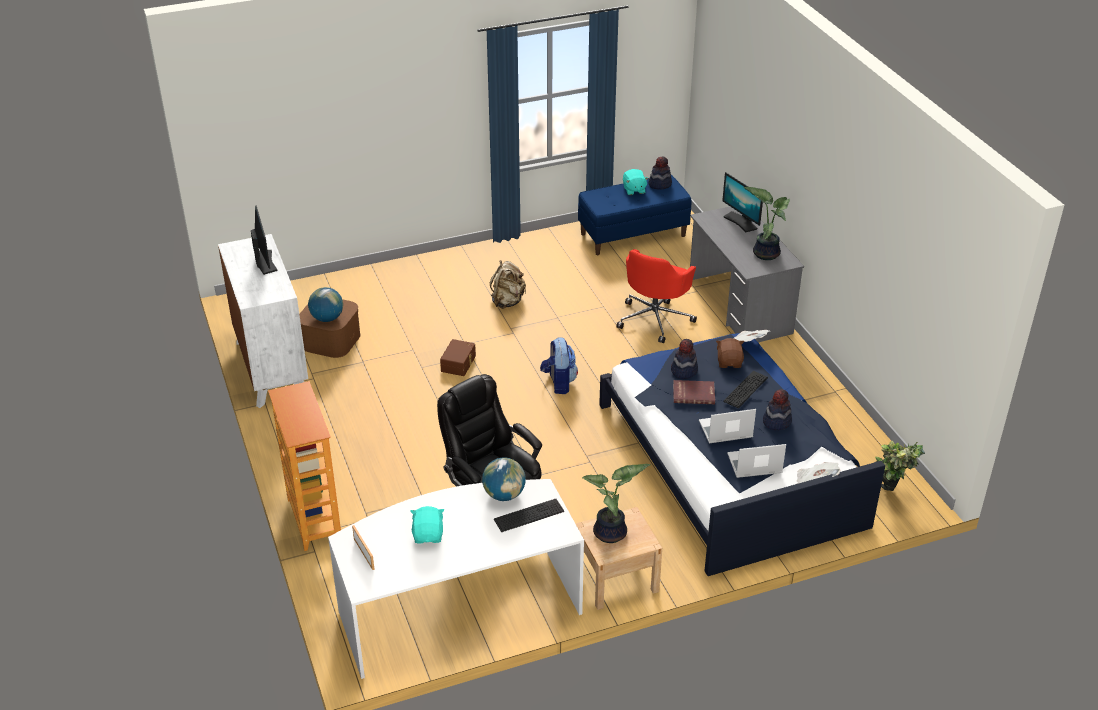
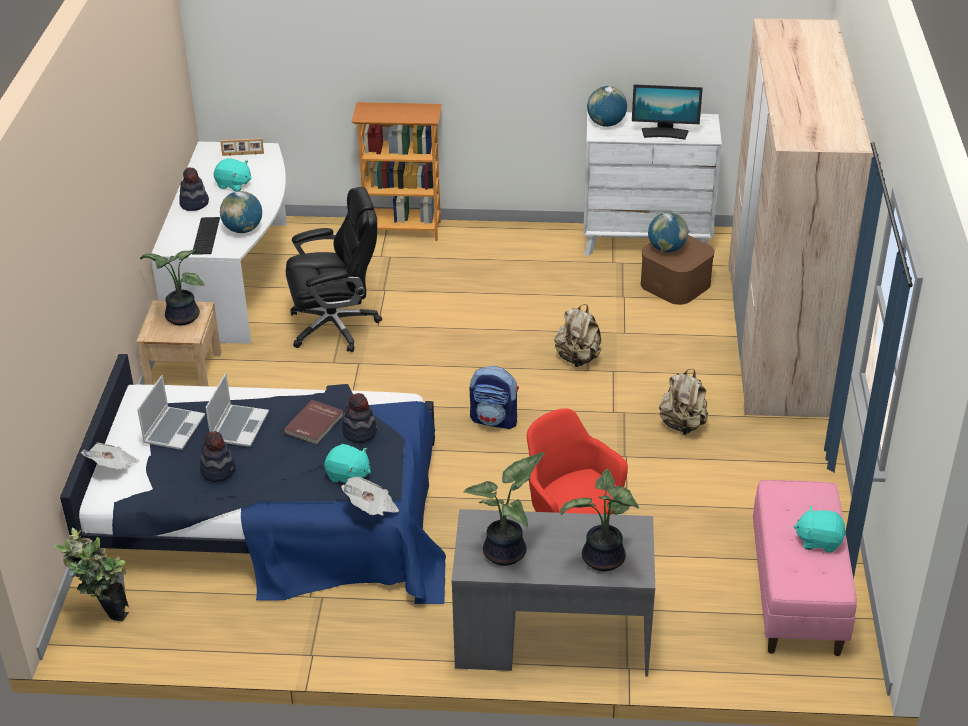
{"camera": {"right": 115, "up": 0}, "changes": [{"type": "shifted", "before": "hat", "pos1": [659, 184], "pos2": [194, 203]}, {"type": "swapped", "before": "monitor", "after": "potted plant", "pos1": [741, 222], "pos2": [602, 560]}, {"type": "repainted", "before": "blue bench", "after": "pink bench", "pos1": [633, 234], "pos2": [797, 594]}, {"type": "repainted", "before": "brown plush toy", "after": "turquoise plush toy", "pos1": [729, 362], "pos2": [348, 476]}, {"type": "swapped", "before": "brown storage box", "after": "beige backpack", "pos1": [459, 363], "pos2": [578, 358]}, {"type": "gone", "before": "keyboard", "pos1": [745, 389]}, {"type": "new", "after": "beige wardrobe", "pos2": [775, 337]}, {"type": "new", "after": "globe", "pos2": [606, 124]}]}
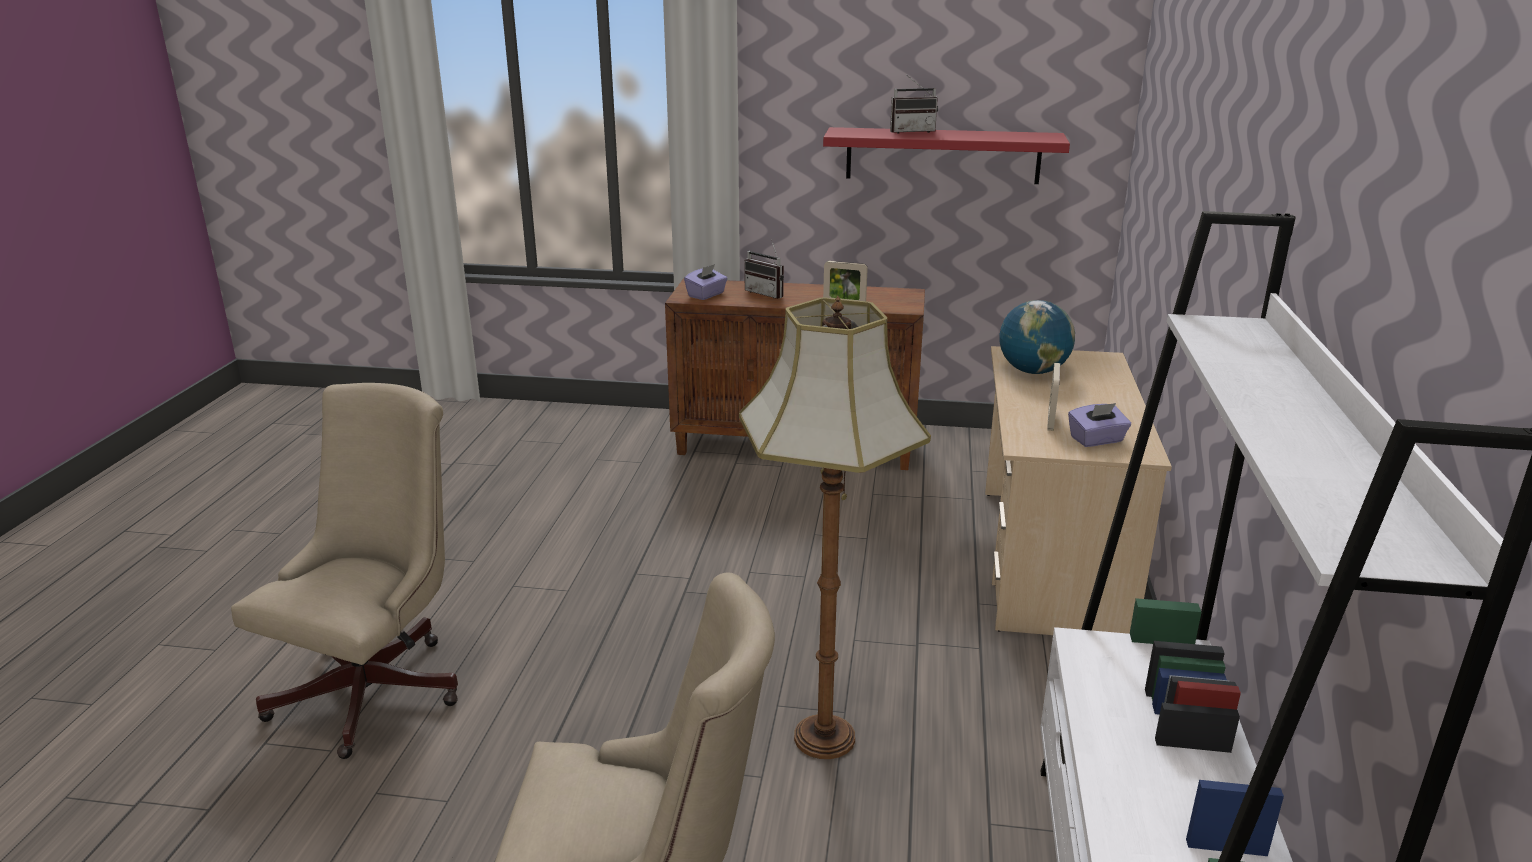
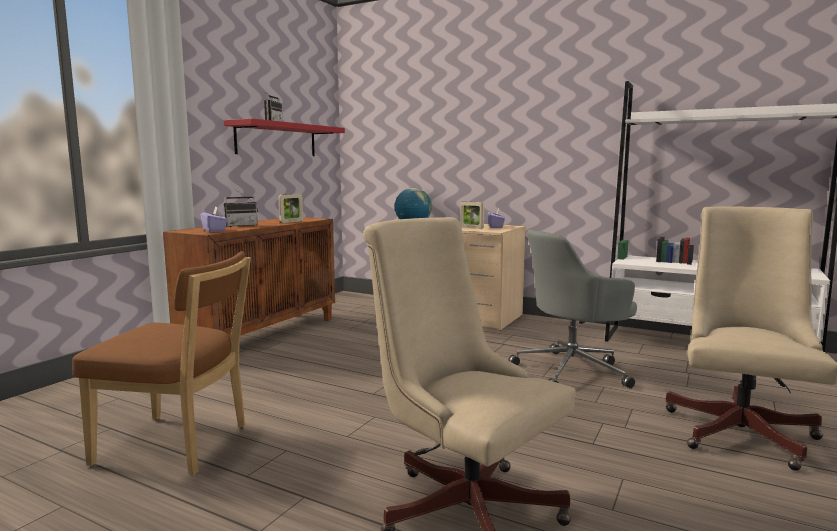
{"camera": {"right": -70, "up": -15}, "changes": [{"type": "swapped", "before": "floor lamp", "after": "grey office chair", "pos1": [822, 736], "pos2": [573, 371]}, {"type": "new", "after": "brown chair", "pos2": [179, 445]}]}
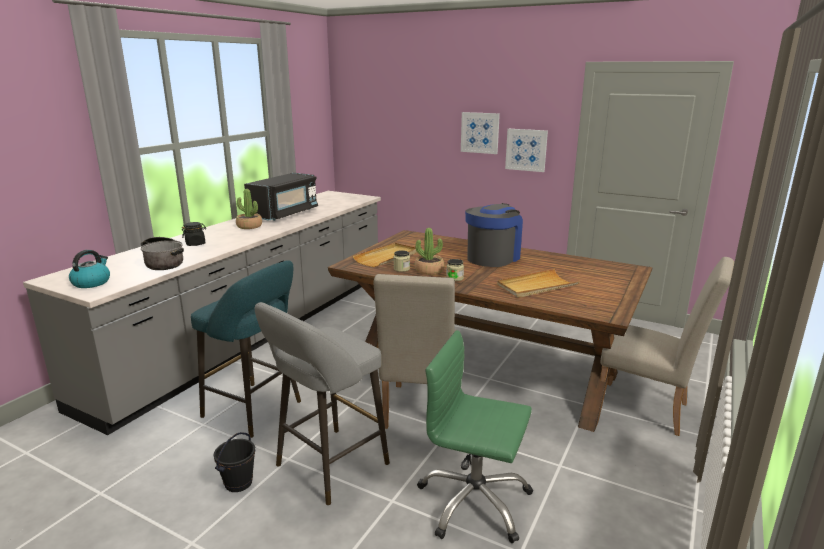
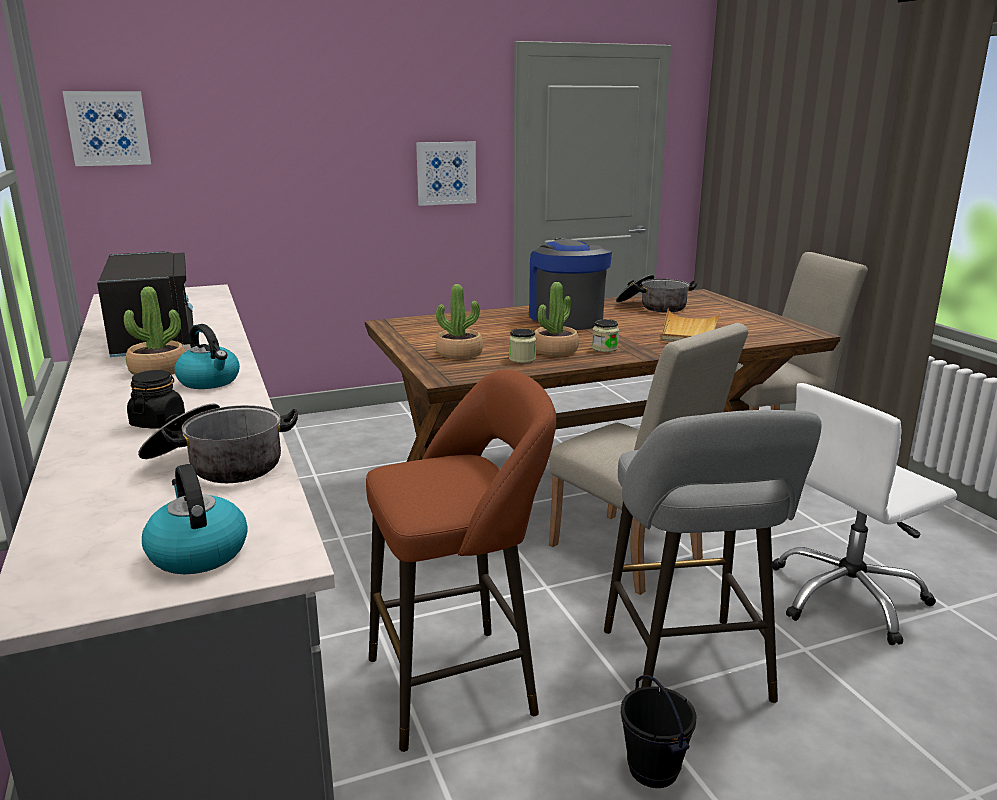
{"camera": {"right": -50, "up": 0}, "changes": [{"type": "shifted", "before": "picture", "pos1": [480, 132], "pos2": [108, 128]}, {"type": "swapped", "before": "beige tray", "after": "potted plant", "pos1": [387, 257], "pos2": [459, 353]}, {"type": "repainted", "before": "turquoise stool", "after": "brown stool", "pos1": [256, 410], "pos2": [461, 683]}, {"type": "repainted", "before": "green office chair", "after": "white office chair", "pos1": [474, 502], "pos2": [847, 597]}, {"type": "new", "after": "cooking pot", "pos2": [653, 306]}, {"type": "new", "after": "kettle", "pos2": [210, 381]}]}
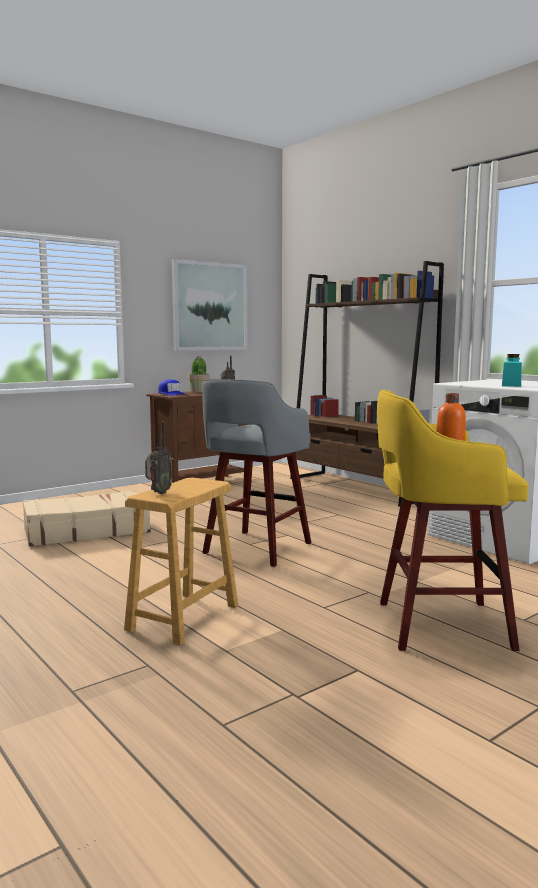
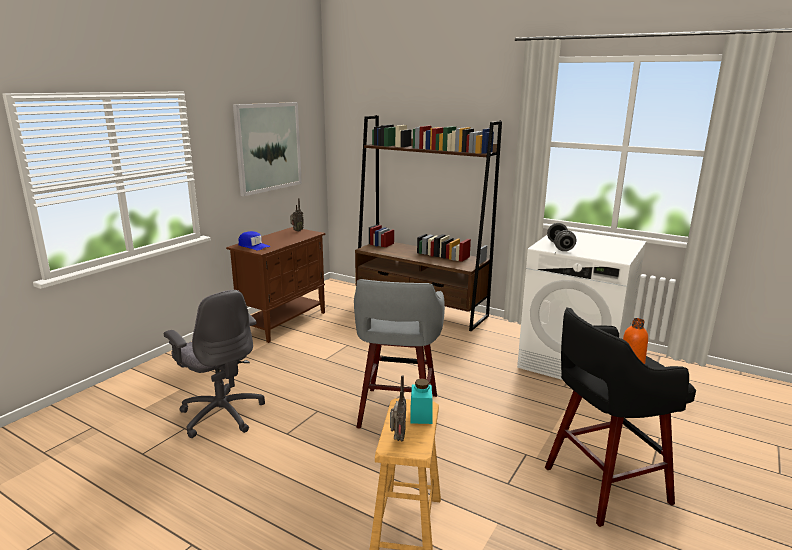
{"camera": {"right": -20, "up": 10}, "changes": [{"type": "shifted", "before": "turquoise jar", "pos1": [511, 385], "pos2": [421, 415]}, {"type": "gone", "before": "potted plant", "pos1": [199, 392]}, {"type": "repainted", "before": "yellow stool", "after": "black stool", "pos1": [438, 625], "pos2": [602, 486]}, {"type": "swapped", "before": "beige suitcase", "after": "grey office chair", "pos1": [86, 531], "pos2": [222, 414]}, {"type": "new", "after": "grey dumbbell", "pos2": [560, 246]}]}
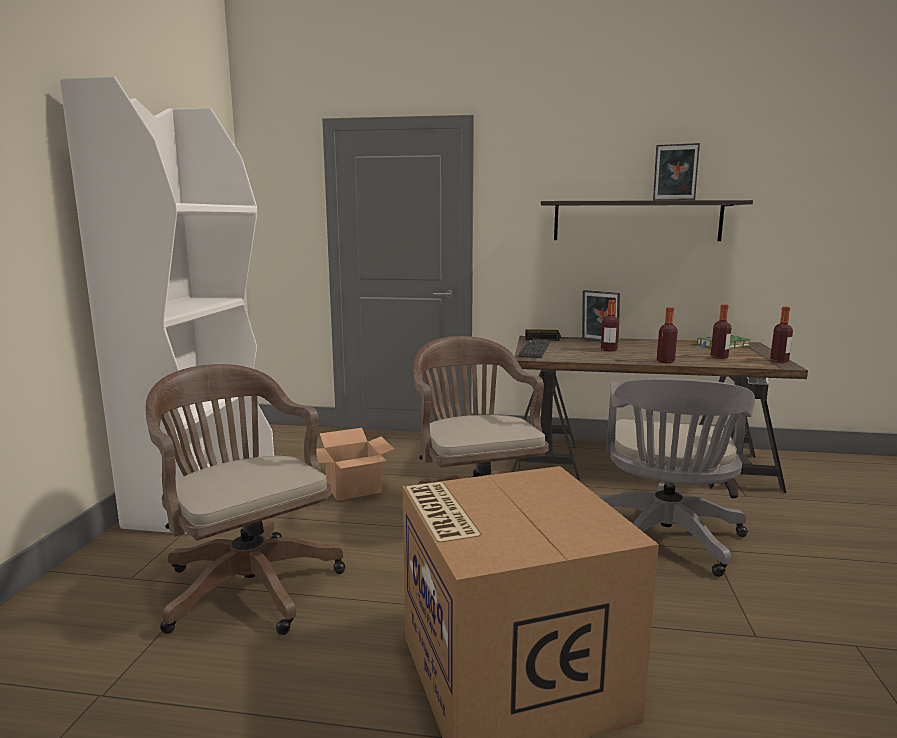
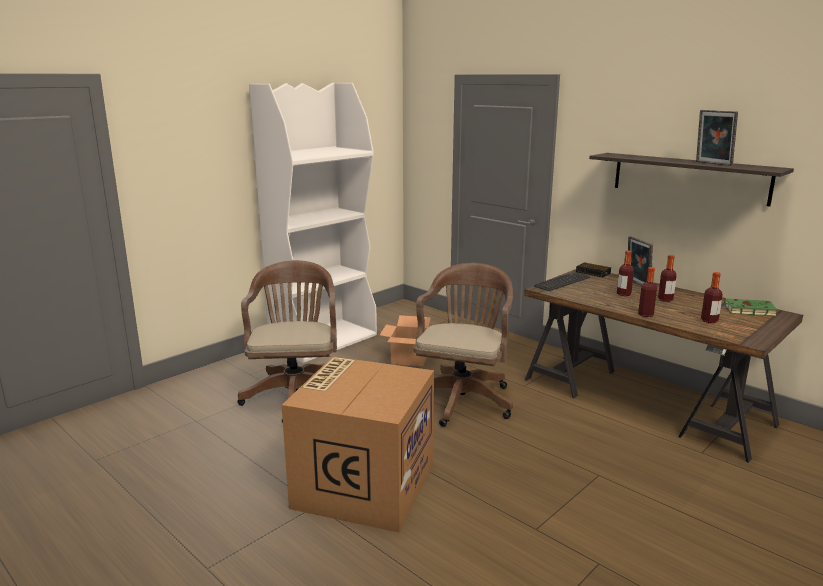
{"camera": {"right": 35, "up": 5}, "changes": [{"type": "shifted", "before": "bottle", "pos1": [779, 361], "pos2": [665, 299]}, {"type": "gone", "before": "grey office chair", "pos1": [666, 540]}]}
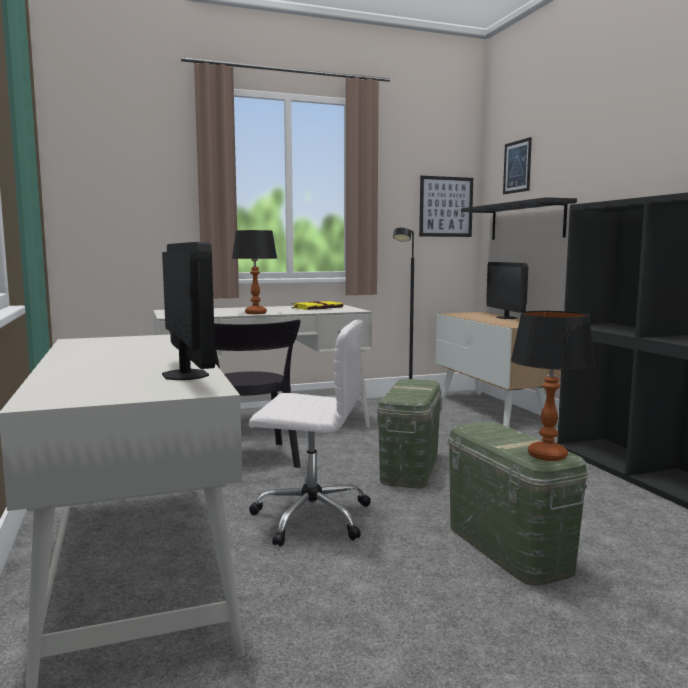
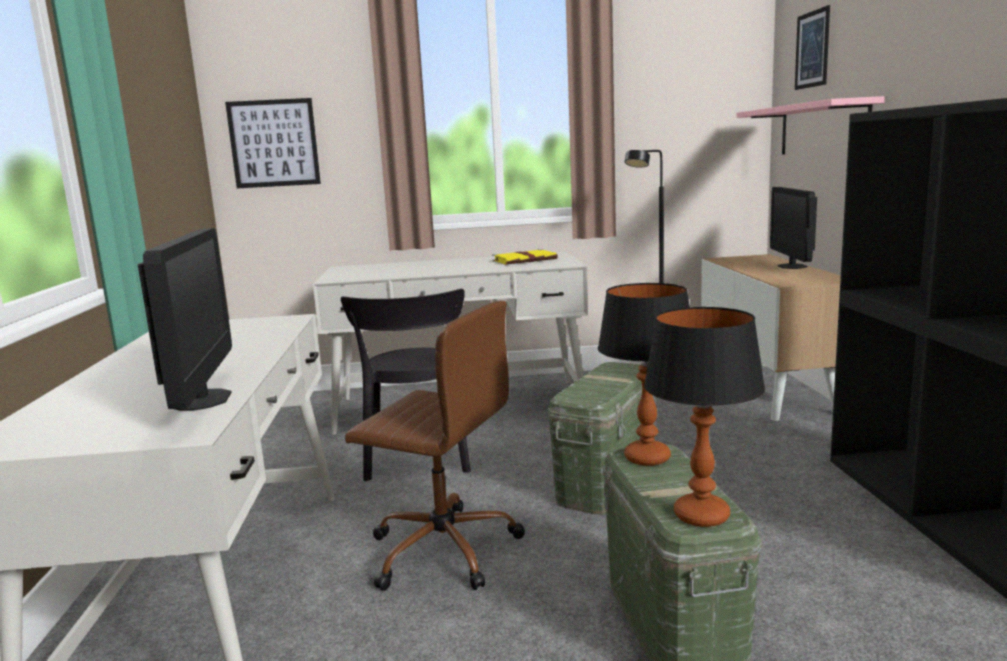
{"camera": {"right": 15, "up": 5}, "changes": [{"type": "shifted", "before": "picture", "pos1": [446, 207], "pos2": [274, 143]}, {"type": "repainted", "before": "black shelf", "after": "pink shelf", "pos1": [526, 221], "pos2": [822, 129]}, {"type": "shifted", "before": "table lamp", "pos1": [255, 313], "pos2": [647, 458]}, {"type": "repainted", "before": "white office chair", "after": "brown office chair", "pos1": [309, 517], "pos2": [441, 549]}]}
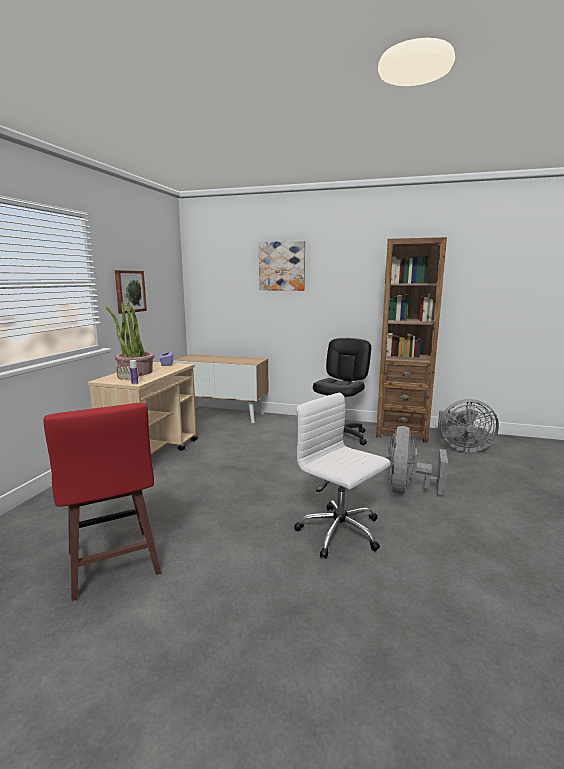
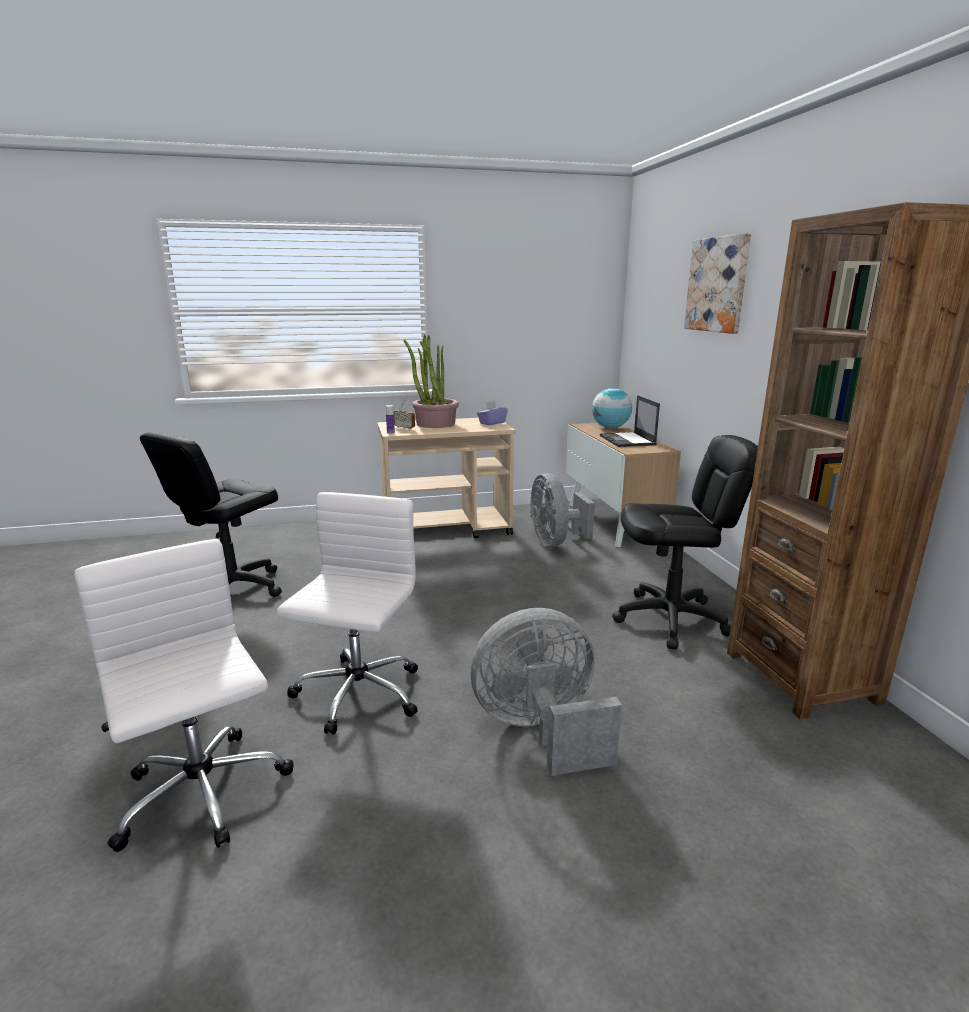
{"camera": {"right": 60, "up": 5}, "changes": [{"type": "gone", "before": "picture", "pos1": [129, 291]}, {"type": "shifted", "before": "grey fan", "pos1": [462, 448], "pos2": [555, 542]}, {"type": "swapped", "before": "red stool", "after": "black office chair", "pos1": [112, 565], "pos2": [231, 589]}, {"type": "new", "after": "globe", "pos2": [610, 427]}, {"type": "new", "after": "laptop", "pos2": [627, 440]}, {"type": "new", "after": "white office chair", "pos2": [203, 795]}]}
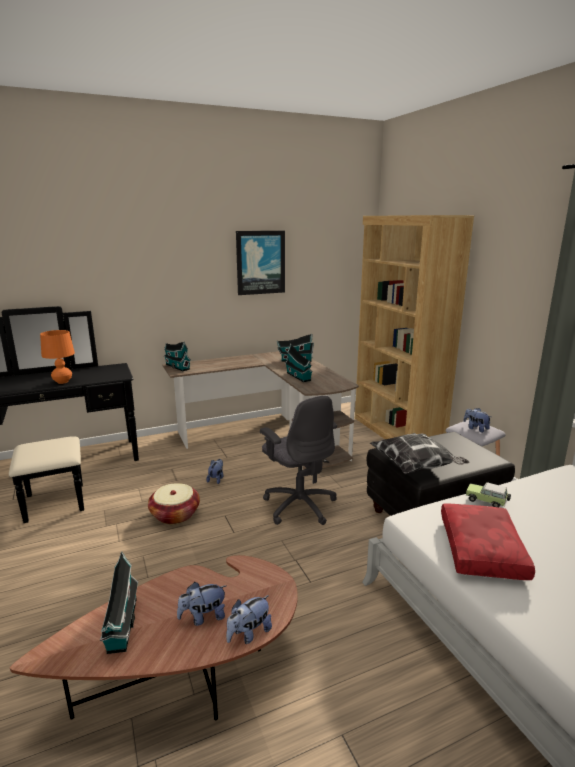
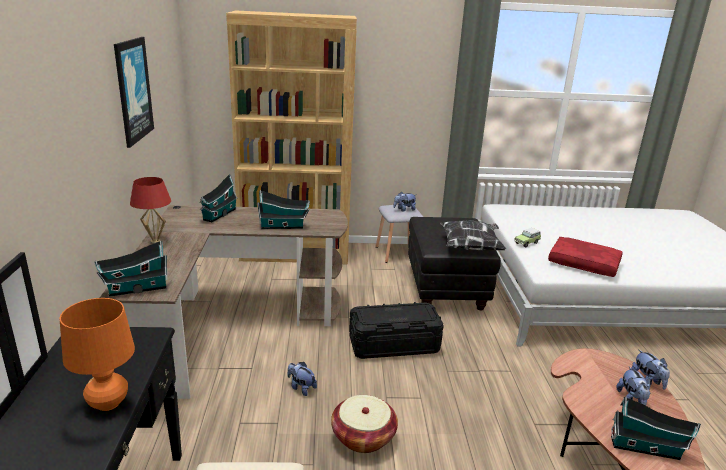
{"camera": {"right": -70, "up": 5}, "changes": [{"type": "swapped", "before": "grey office chair", "after": "black storage box", "pos1": [299, 505], "pos2": [394, 345]}, {"type": "new", "after": "red table lamp", "pos2": [155, 241]}]}
